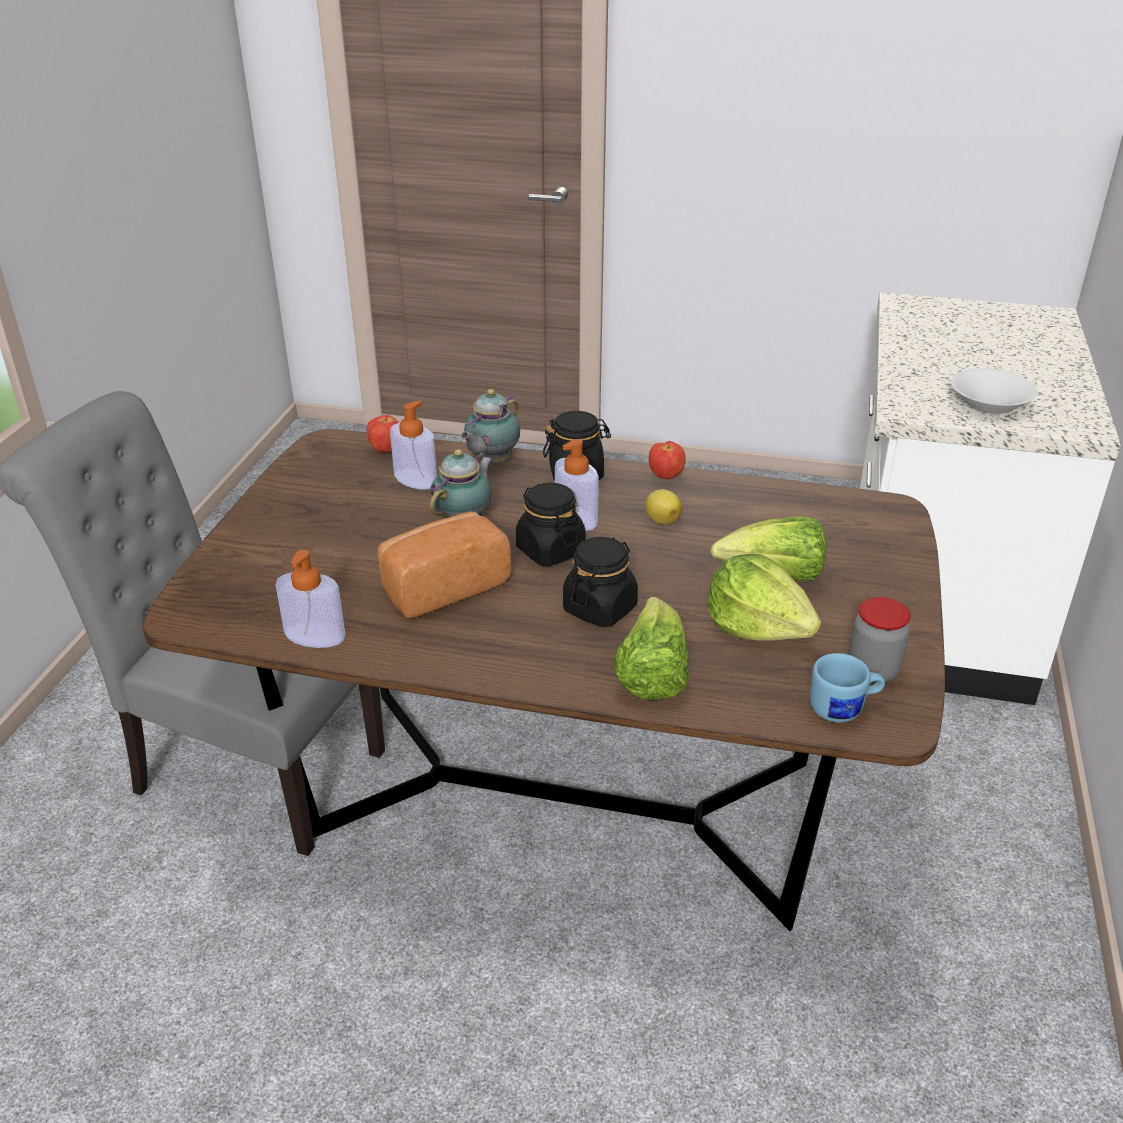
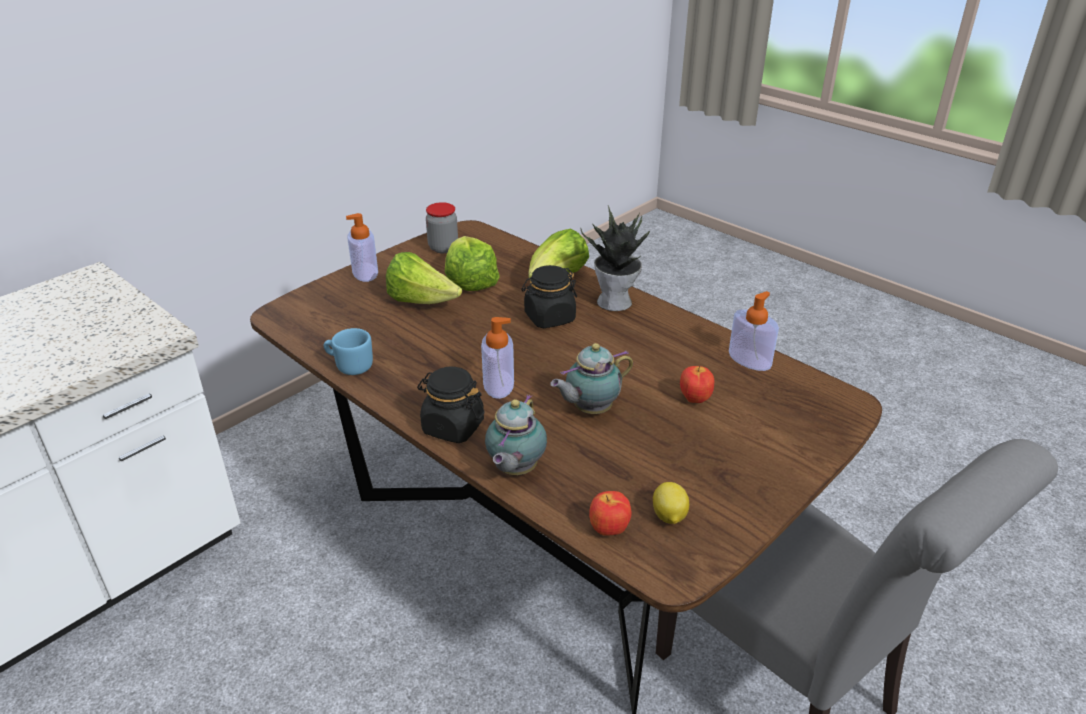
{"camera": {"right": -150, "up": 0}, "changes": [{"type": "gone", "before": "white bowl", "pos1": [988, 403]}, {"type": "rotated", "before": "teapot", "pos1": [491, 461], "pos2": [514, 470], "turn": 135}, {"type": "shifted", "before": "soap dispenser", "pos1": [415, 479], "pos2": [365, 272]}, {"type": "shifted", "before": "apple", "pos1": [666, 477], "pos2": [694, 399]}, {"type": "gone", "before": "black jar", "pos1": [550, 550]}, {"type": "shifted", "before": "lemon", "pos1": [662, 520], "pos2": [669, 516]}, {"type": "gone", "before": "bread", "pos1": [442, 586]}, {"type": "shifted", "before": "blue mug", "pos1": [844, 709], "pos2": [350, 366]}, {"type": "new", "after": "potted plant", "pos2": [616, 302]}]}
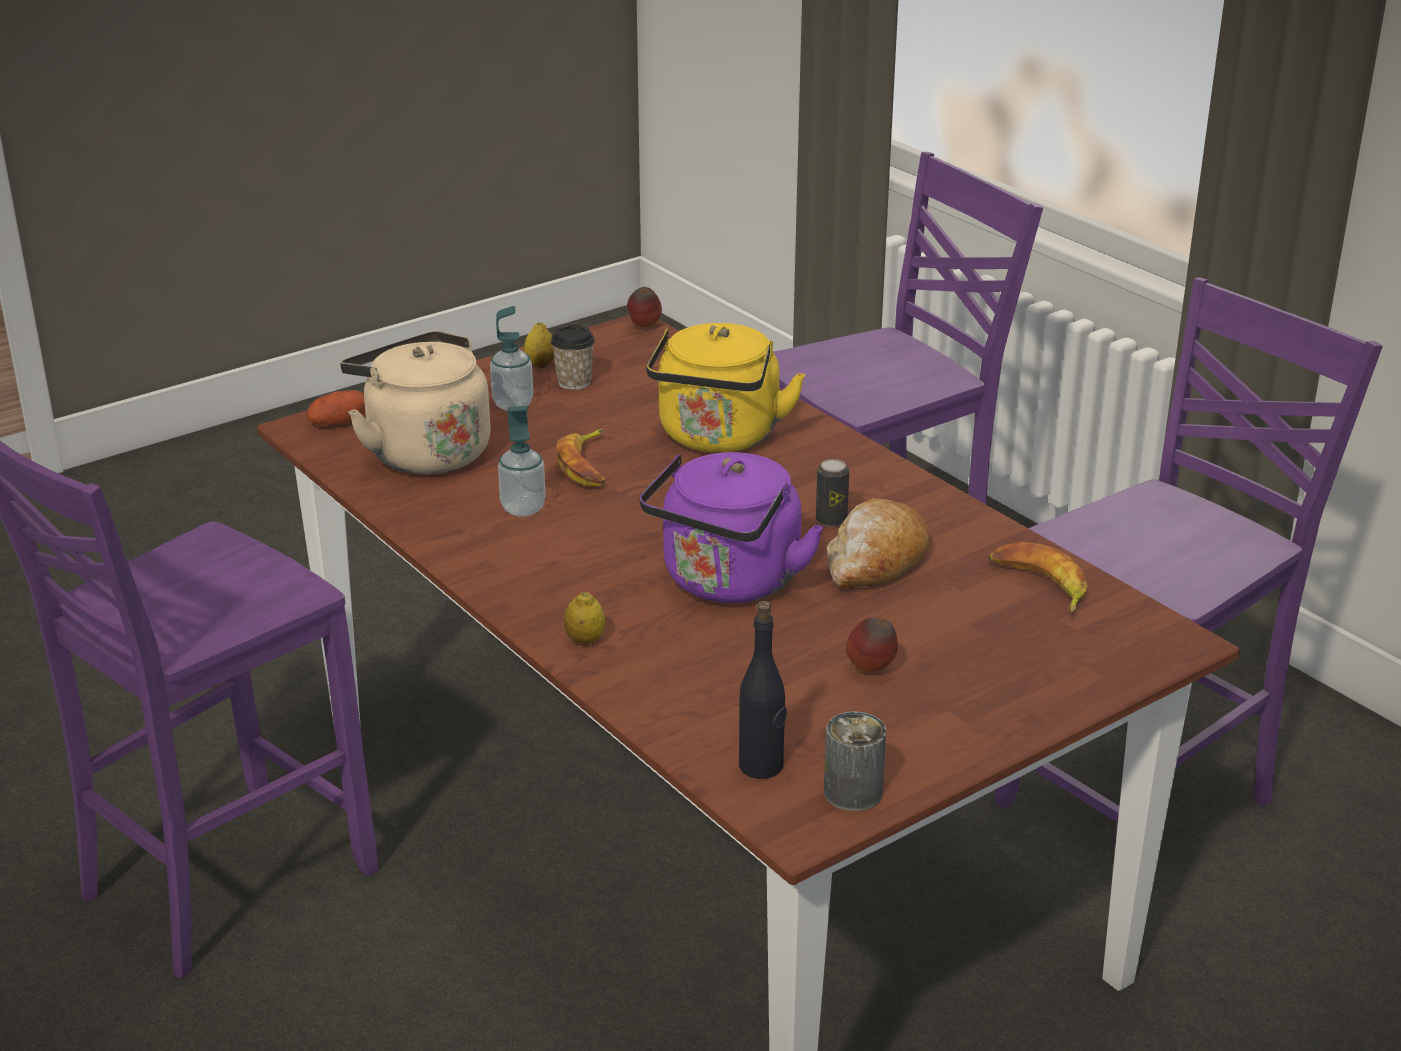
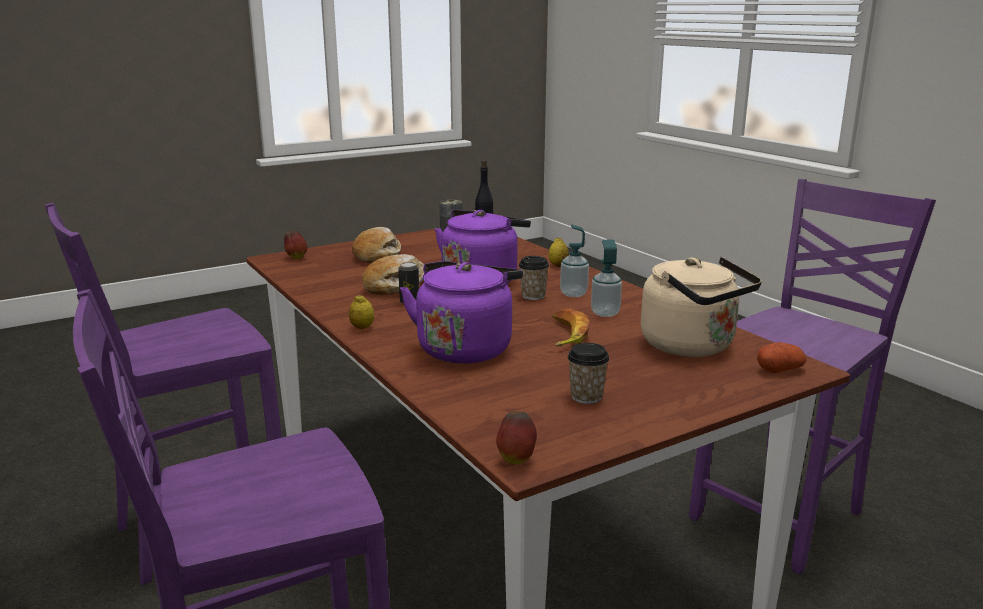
{"camera": {"right": -175, "up": -10}, "changes": [{"type": "shifted", "before": "soap dispenser", "pos1": [513, 404], "pos2": [573, 294]}, {"type": "shifted", "before": "lemon", "pos1": [540, 365], "pos2": [362, 327]}, {"type": "repainted", "before": "yellow kettle", "after": "purple kettle", "pos1": [718, 438], "pos2": [466, 348]}, {"type": "gone", "before": "banana", "pos1": [1039, 585]}, {"type": "shifted", "before": "apple", "pos1": [871, 669], "pos2": [296, 258]}, {"type": "new", "after": "bread", "pos2": [377, 255]}, {"type": "new", "after": "cup", "pos2": [533, 296]}]}
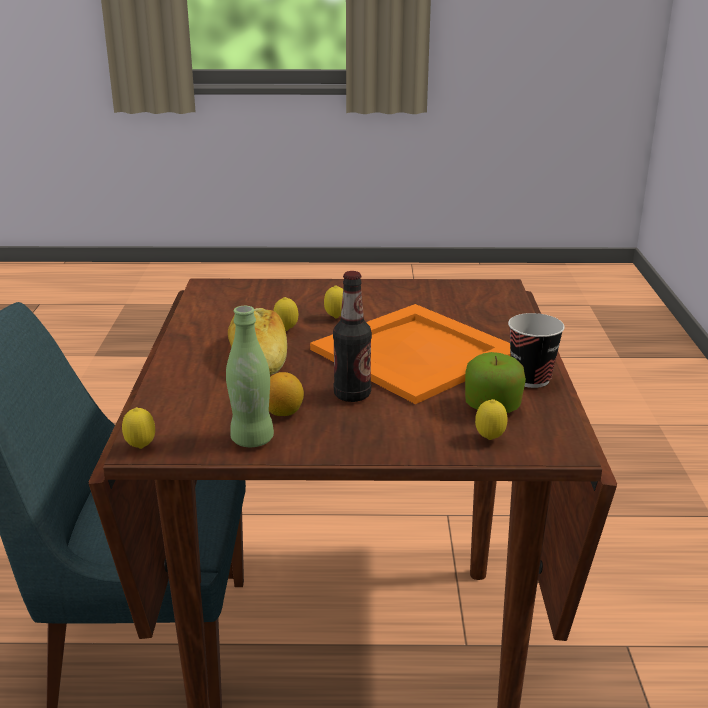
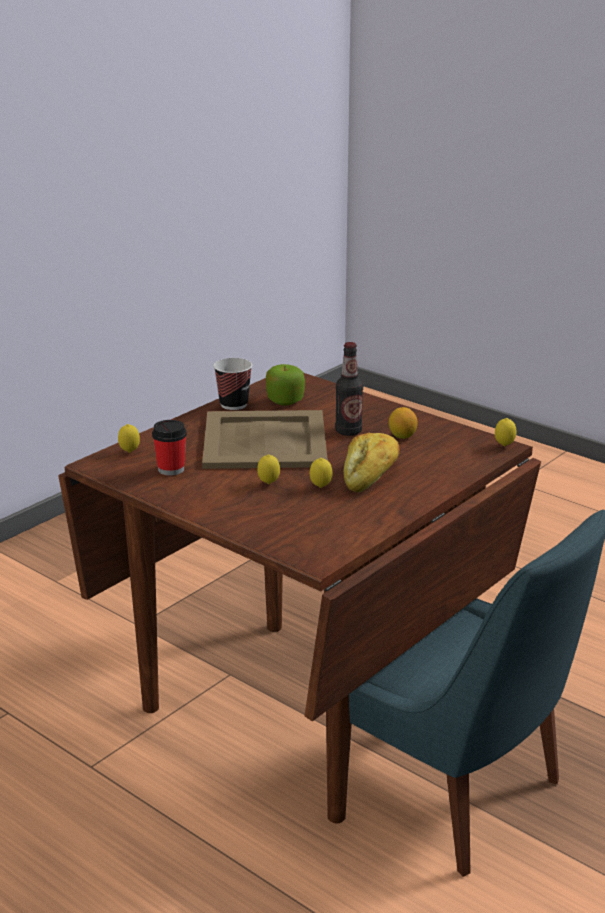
{"camera": {"right": -140, "up": 0}, "changes": [{"type": "repainted", "before": "orange tray", "after": "beige tray", "pos1": [417, 352], "pos2": [263, 440]}, {"type": "gone", "before": "green bottle", "pos1": [252, 439]}, {"type": "shifted", "before": "lemon", "pos1": [489, 439], "pos2": [129, 452]}, {"type": "new", "after": "cup", "pos2": [171, 469]}]}
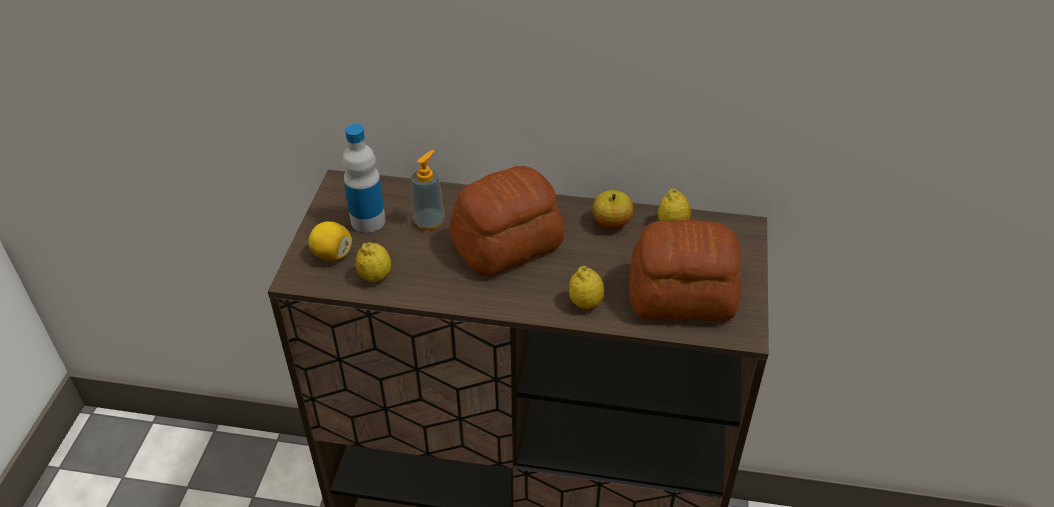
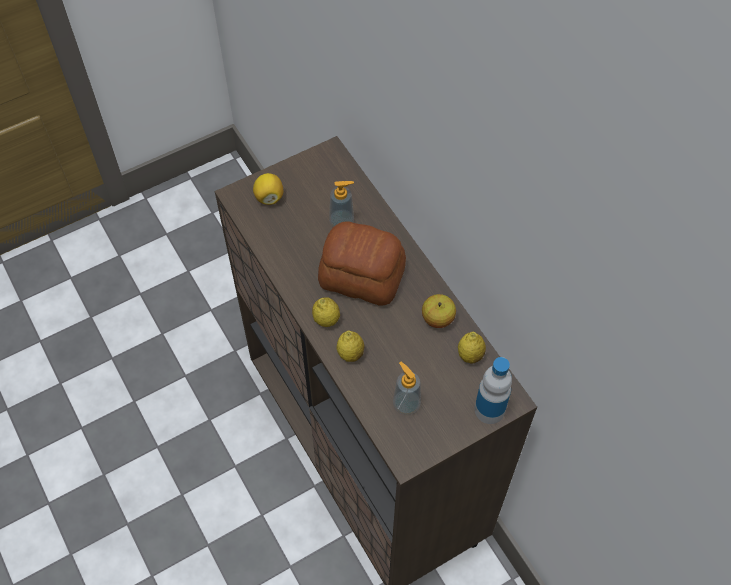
{"camera": {"right": 50, "up": 15}, "changes": [{"type": "shifted", "before": "bottle", "pos1": [368, 221], "pos2": [489, 409]}, {"type": "swapped", "before": "bread", "after": "soap dispenser", "pos1": [683, 297], "pos2": [406, 404]}, {"type": "shifted", "before": "lemon", "pos1": [375, 277], "pos2": [326, 320]}]}
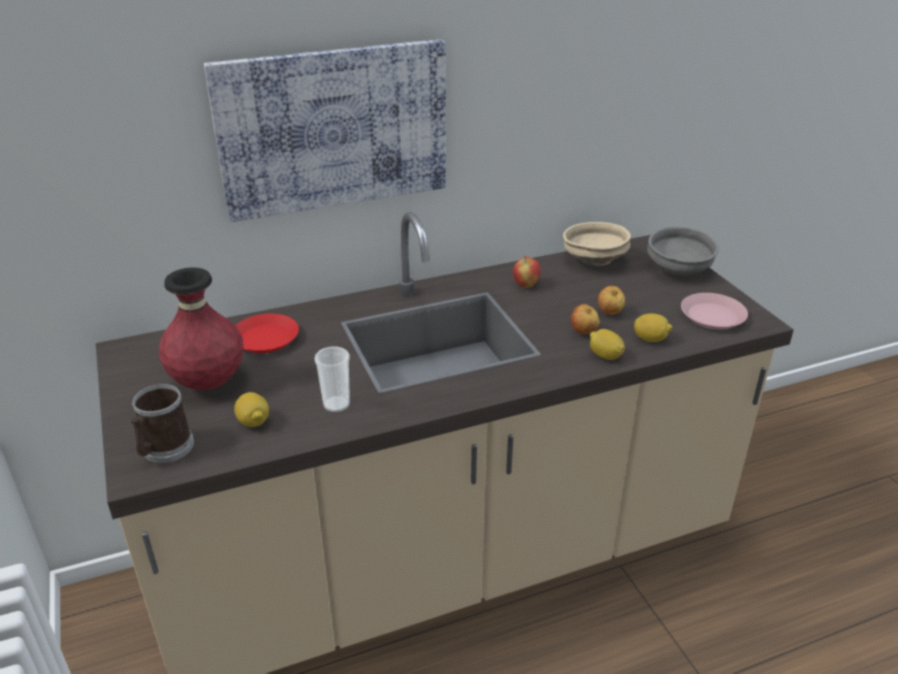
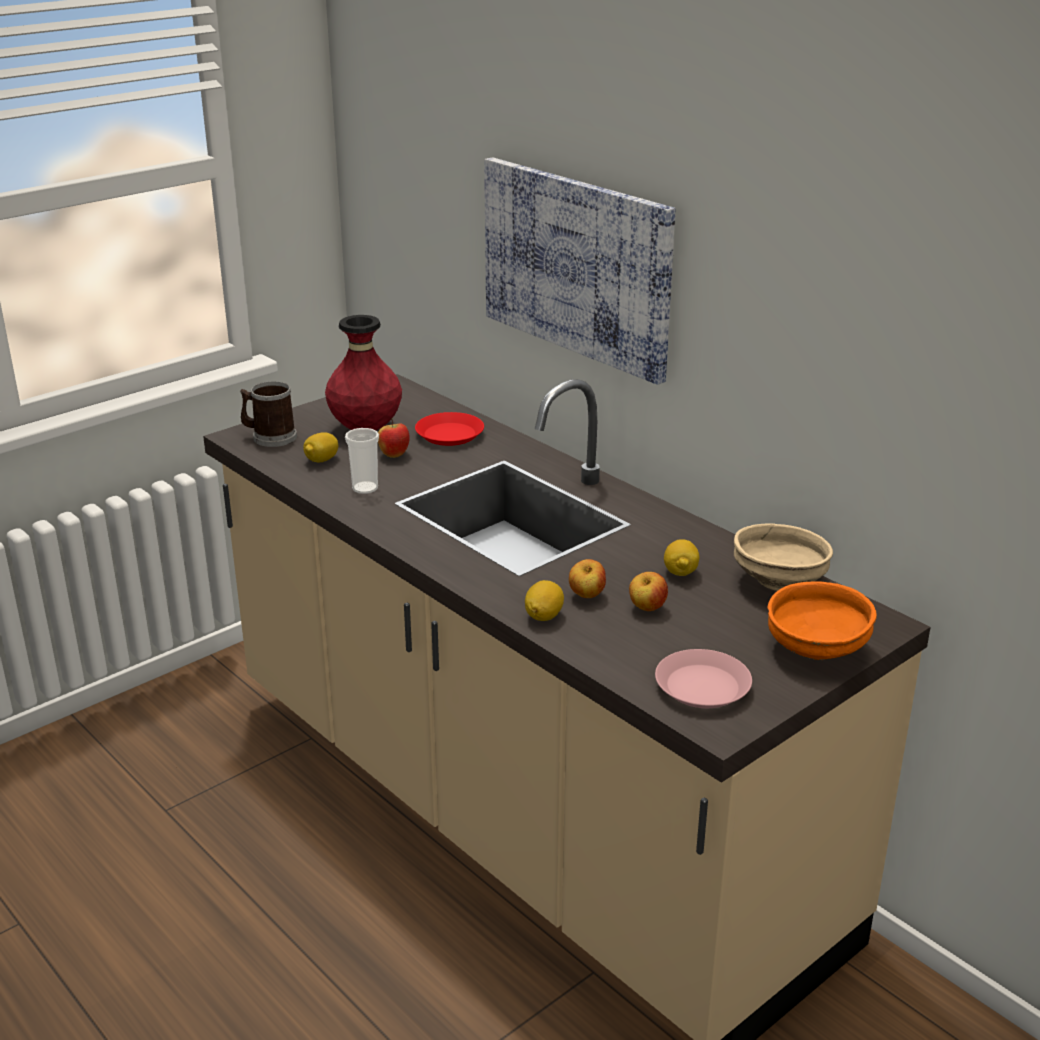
{"camera": {"right": 70, "up": -5}, "changes": [{"type": "repainted", "before": "grey bowl", "after": "orange bowl", "pos1": [678, 270], "pos2": [815, 649]}, {"type": "shifted", "before": "apple", "pos1": [526, 285], "pos2": [394, 455]}, {"type": "shifted", "before": "lemon", "pos1": [650, 339], "pos2": [680, 572]}]}
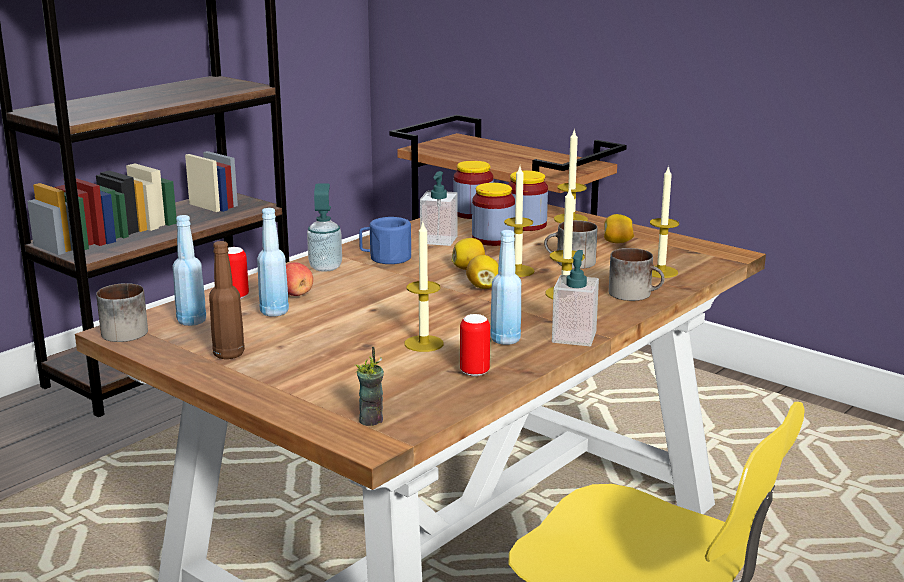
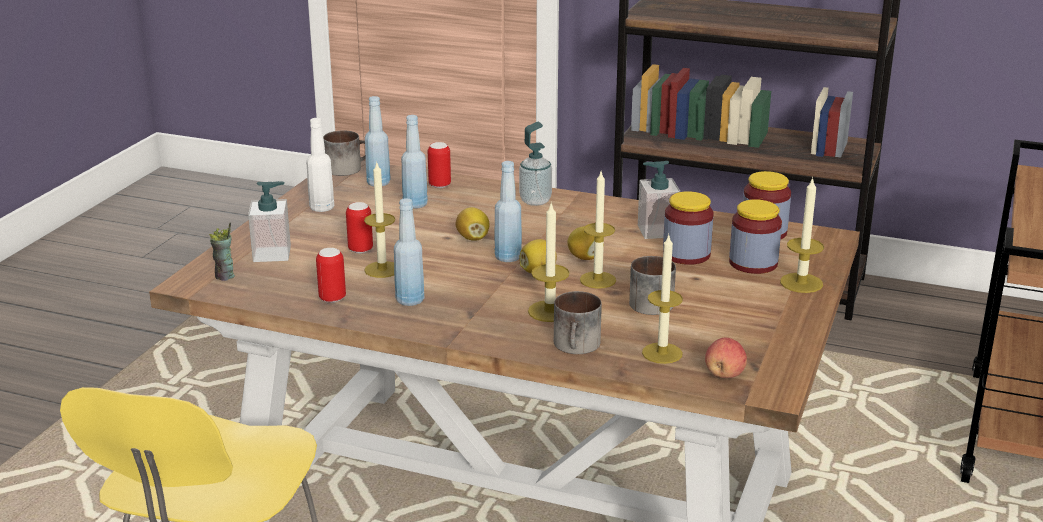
{"camera": {"right": 70, "up": 5}, "changes": [{"type": "shifted", "before": "lemon", "pos1": [617, 242], "pos2": [473, 238]}, {"type": "gone", "before": "blue mug", "pos1": [385, 258]}, {"type": "repainted", "before": "brown bottle", "after": "white bottle", "pos1": [229, 354], "pos2": [322, 208]}, {"type": "shifted", "before": "soap dispenser", "pos1": [574, 337], "pos2": [272, 254]}, {"type": "shifted", "before": "apple", "pos1": [296, 294], "pos2": [724, 374]}, {"type": "new", "after": "blue bottle", "pos2": [508, 257]}, {"type": "new", "after": "can", "pos2": [360, 250]}]}
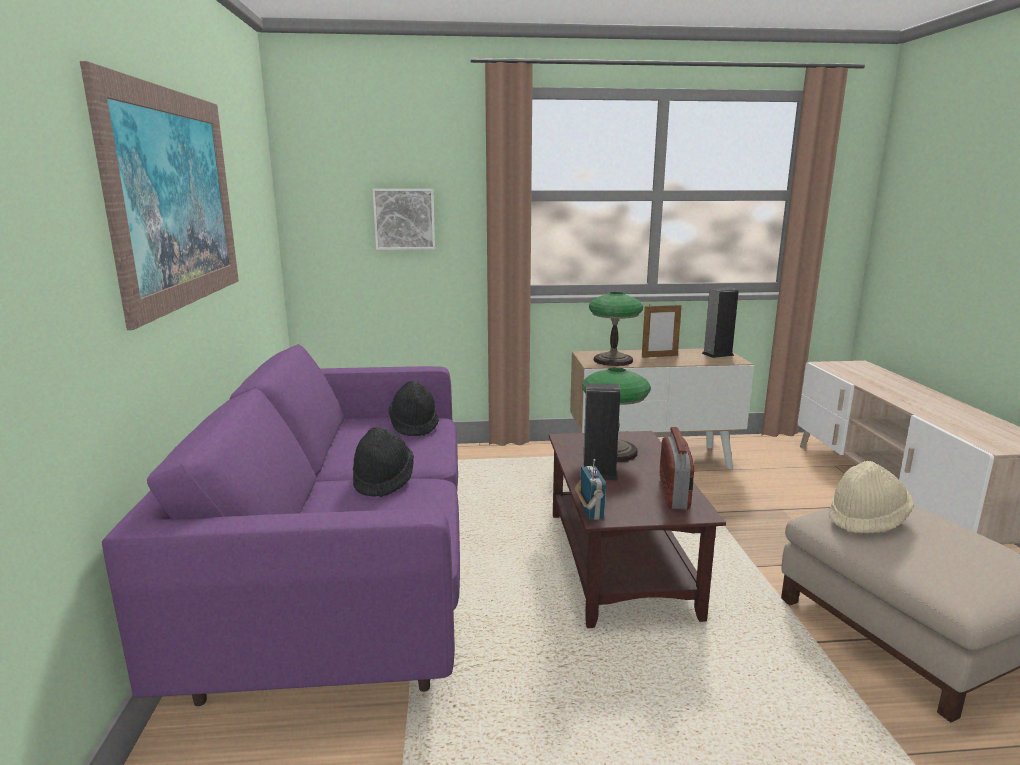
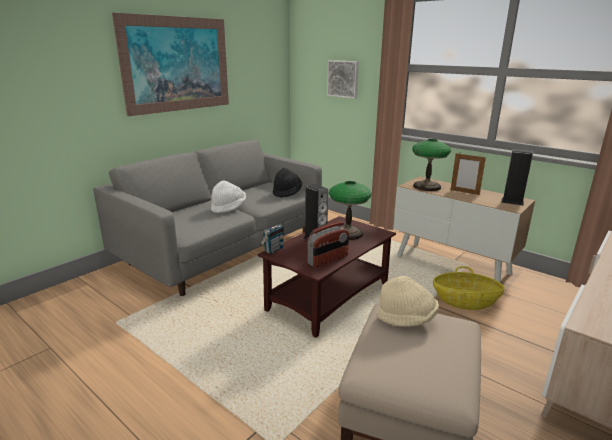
{"camera": {"right": 45, "up": 5}, "changes": [{"type": "repainted", "before": "purple sofa", "after": "grey sofa", "pos1": [344, 575], "pos2": [223, 250]}, {"type": "repainted", "before": "black hat", "after": "white hat", "pos1": [383, 481], "pos2": [228, 208]}, {"type": "new", "after": "basket", "pos2": [465, 302]}]}
